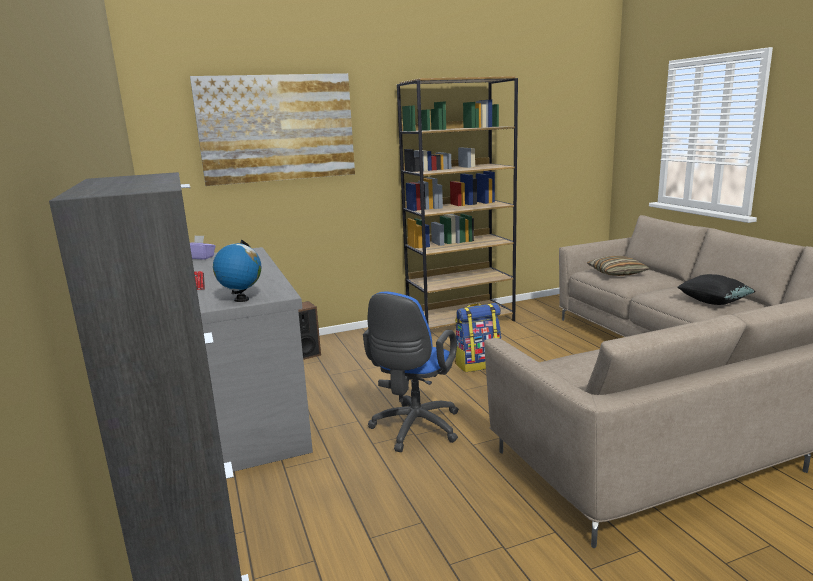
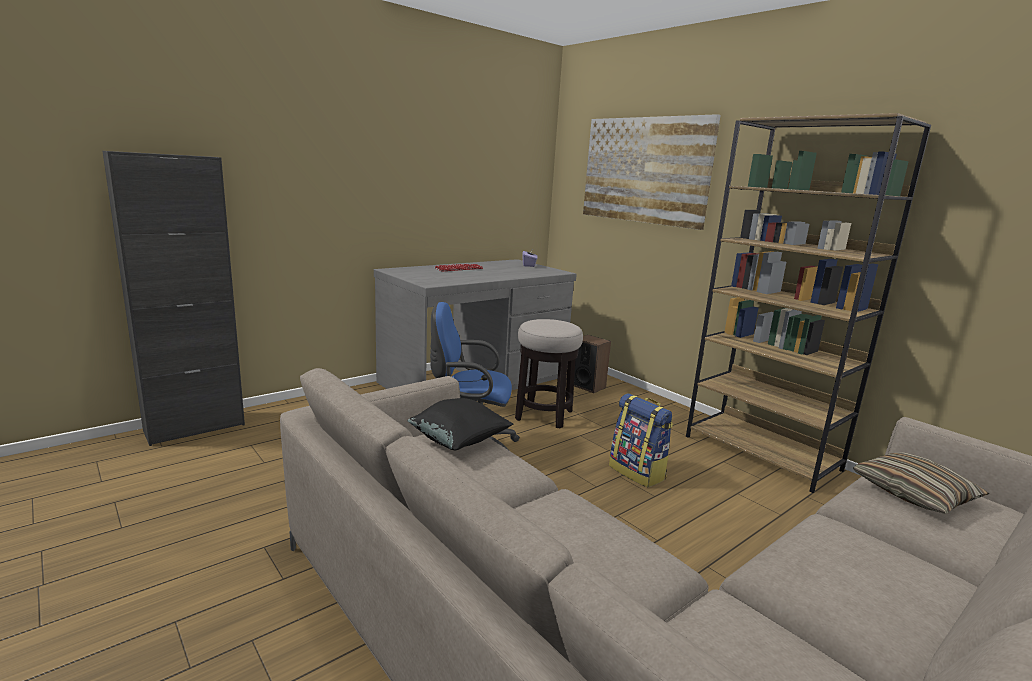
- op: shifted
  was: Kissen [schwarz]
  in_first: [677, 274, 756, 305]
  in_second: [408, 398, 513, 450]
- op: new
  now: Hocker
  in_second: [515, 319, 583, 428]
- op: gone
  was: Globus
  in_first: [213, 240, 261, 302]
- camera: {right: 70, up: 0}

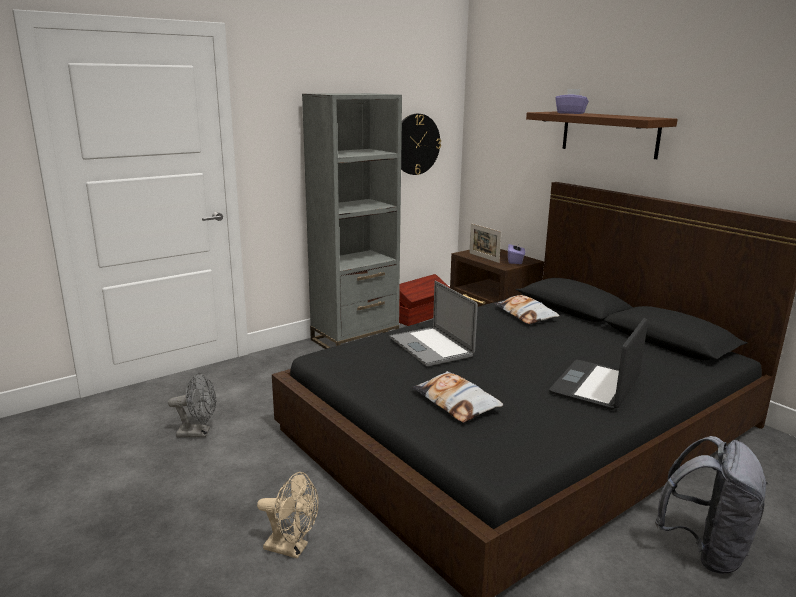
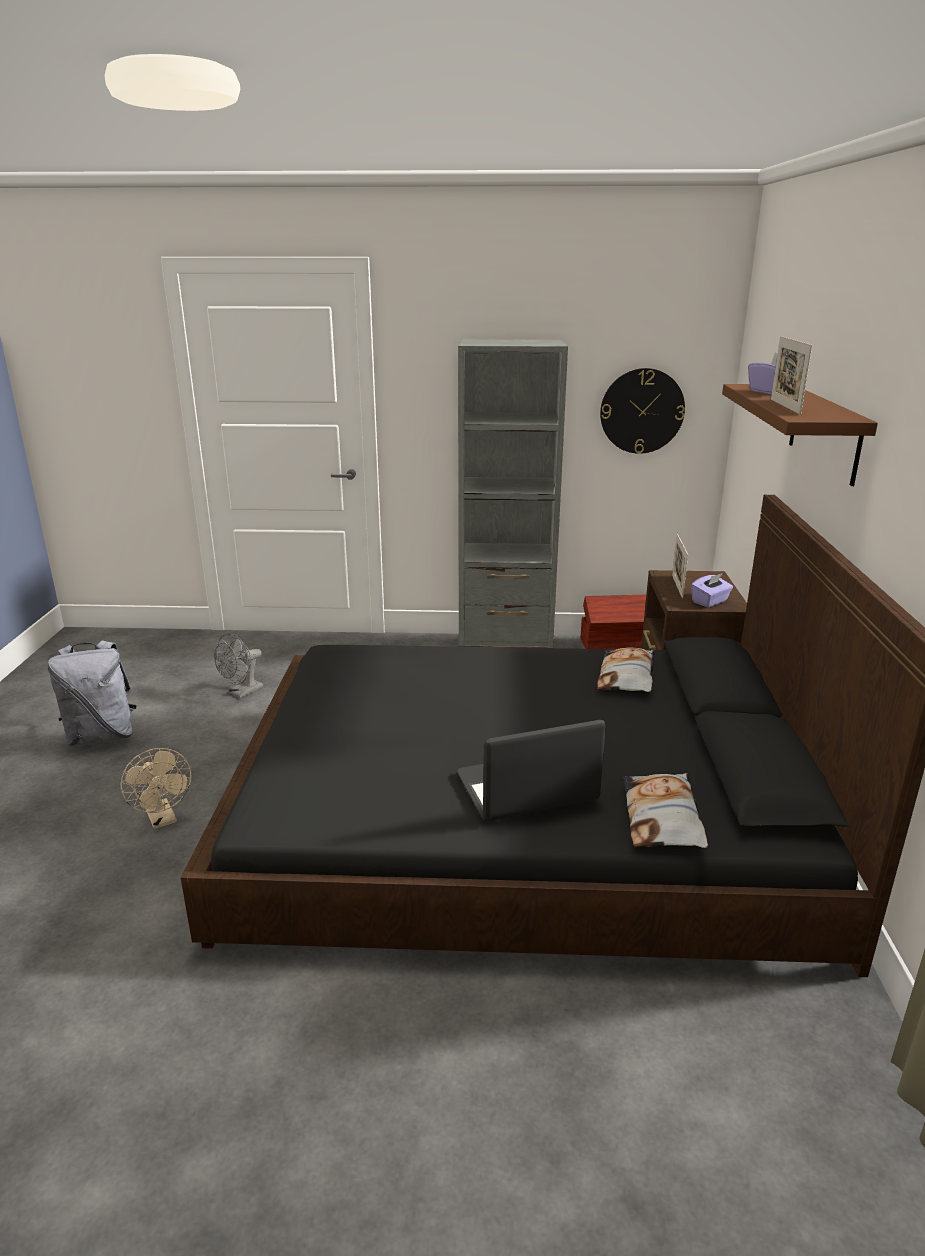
- op: shifted
  was: Rucksack [grau]
  in_first: [655, 436, 768, 574]
  in_second: [48, 640, 137, 746]
- op: rotated
  was: Ventilator [grau]
  in_first: [168, 373, 216, 437]
  in_second: [214, 633, 263, 698]
  clockwise: 90
- op: shifted
  was: Kissen
  in_first: [412, 371, 504, 423]
  in_second: [624, 773, 708, 848]
- op: new
  now: Bilderrahmen
  in_second: [771, 336, 812, 414]
- op: gone
  was: Laptop
  in_first: [389, 280, 478, 366]
- camera: {right: 40, up: 5}

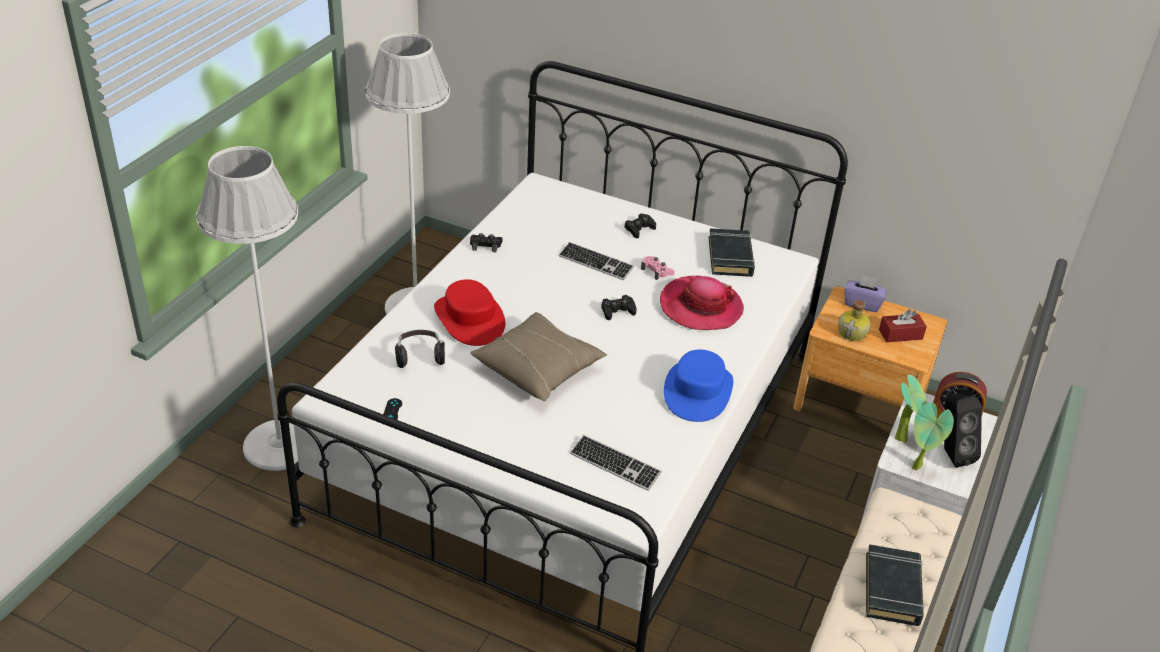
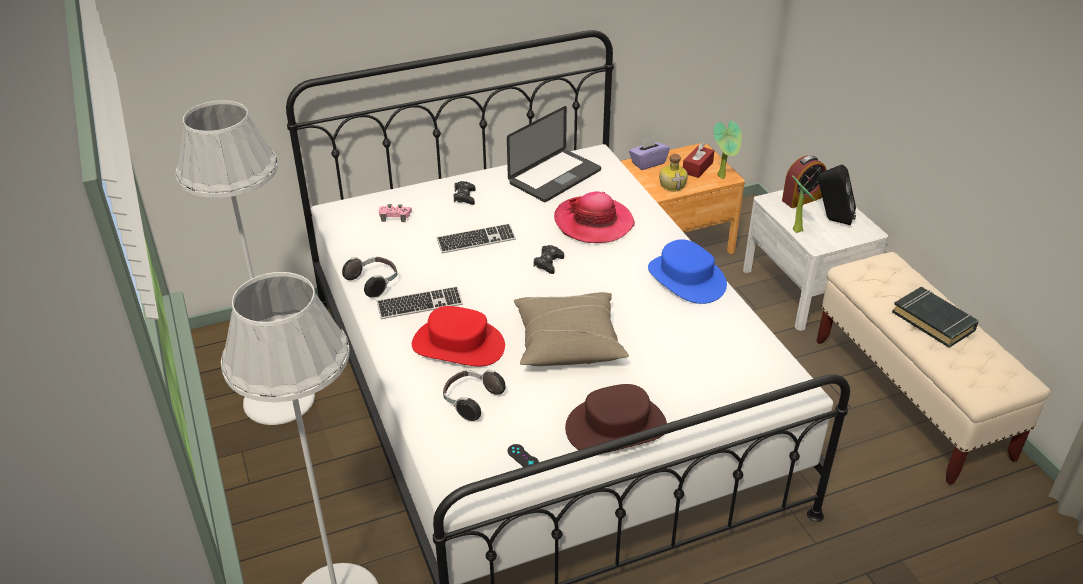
- op: swapped
  was: Gamepad [schwarz]
  now: Kopfhörer
  in_first: [470, 233, 502, 252]
  in_second: [342, 257, 397, 298]
- op: shifted
  was: Tastatur
  in_first: [570, 435, 662, 491]
  in_second: [377, 286, 463, 319]
- op: shifted
  was: Gamepad [rosa]
  in_first: [641, 256, 675, 280]
  in_second: [379, 204, 412, 222]
- op: swapped
  was: Buch [schwarz]
  now: Laptop
  in_first: [709, 228, 755, 277]
  in_second: [507, 106, 601, 202]
- op: new
  now: Hut [braun]
  in_second: [565, 384, 667, 453]
- op: shifted
  was: Topfpflanze
  in_first: [912, 403, 954, 470]
  in_second: [713, 121, 742, 179]
- camera: {right: -45, up: 0}

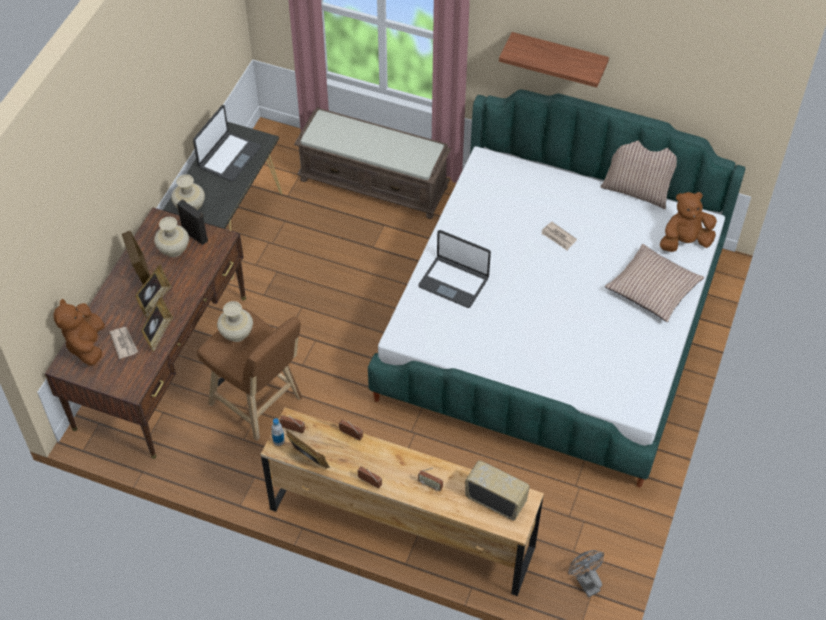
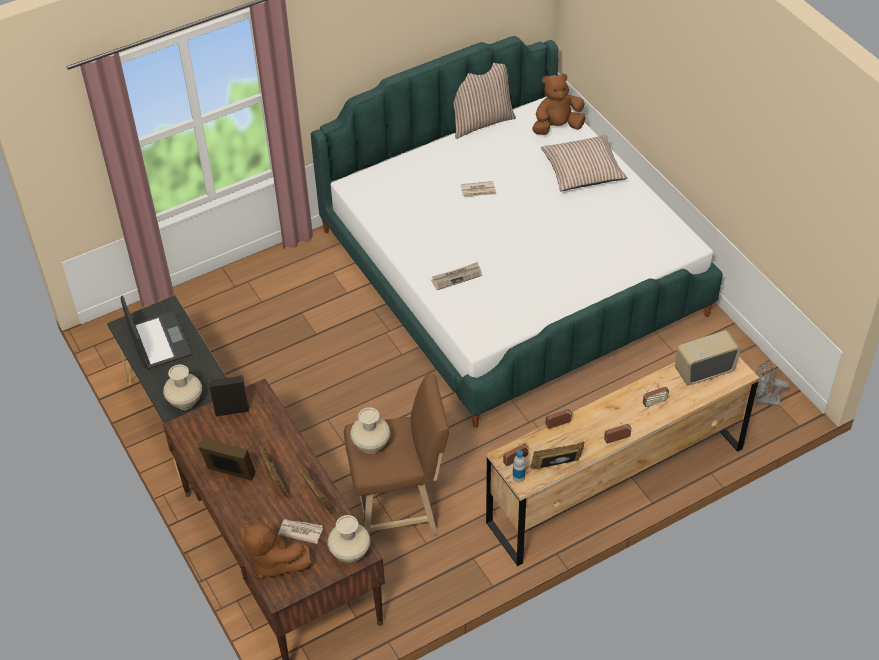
- op: shifted
  was: Vase [beige]
  in_first: [154, 217, 189, 257]
  in_second: [328, 515, 370, 563]
- op: swapped
  was: Laptop
  now: Zeitung
  in_first: [418, 230, 491, 308]
  in_second: [431, 262, 482, 290]
- op: rotated
  was: Plüschtier [braun]
  in_first: [660, 192, 717, 252]
  in_second: [532, 73, 586, 135]
  clockwise: 45
- op: gone
  was: Bank [braun]
  in_first: [294, 107, 451, 219]
- op: gone
  was: Wandregal
  in_first: [499, 32, 609, 88]
- camera: {right: -50, up: -5}

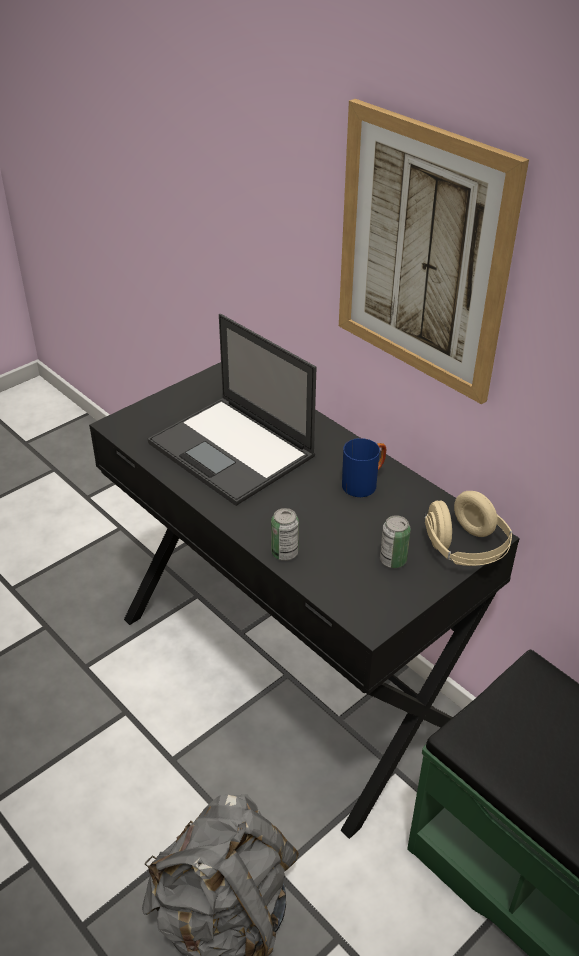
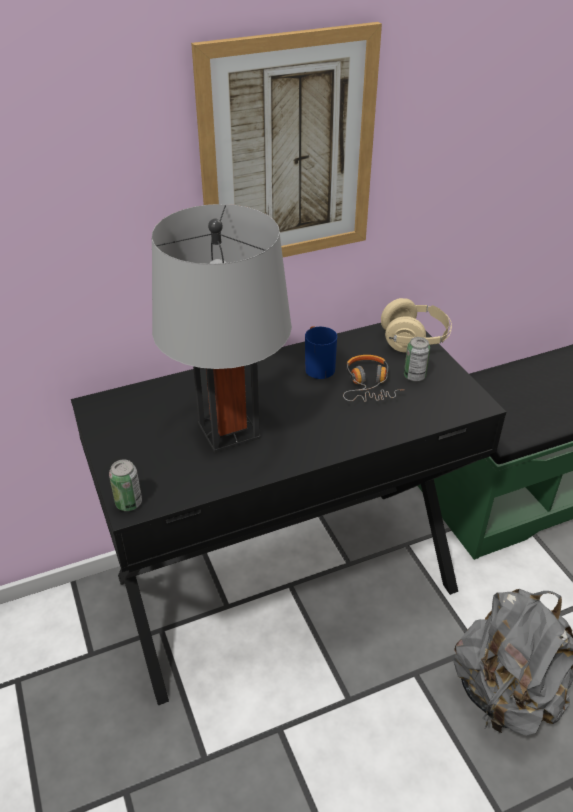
- op: shifted
  was: Dose
  in_first: [271, 508, 299, 561]
  in_second: [109, 459, 142, 511]
- op: swapped
  was: Laptop
  now: Tischlampe [grau]
  in_first: [148, 314, 316, 506]
  in_second: [152, 204, 292, 453]
- op: new
  now: Kopfhörer
  in_second: [343, 355, 403, 402]
- camera: {right: -70, up: 0}

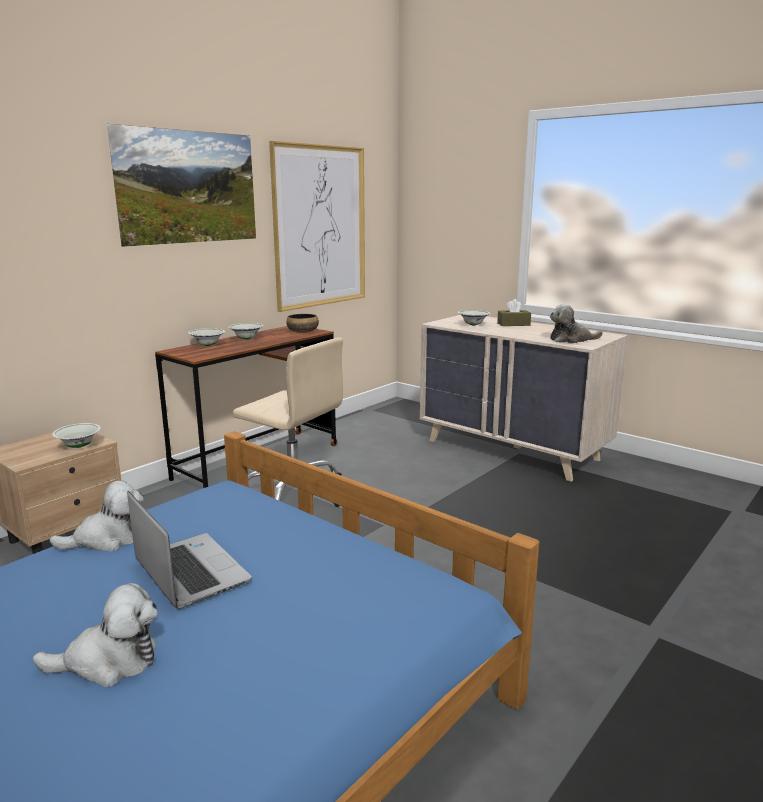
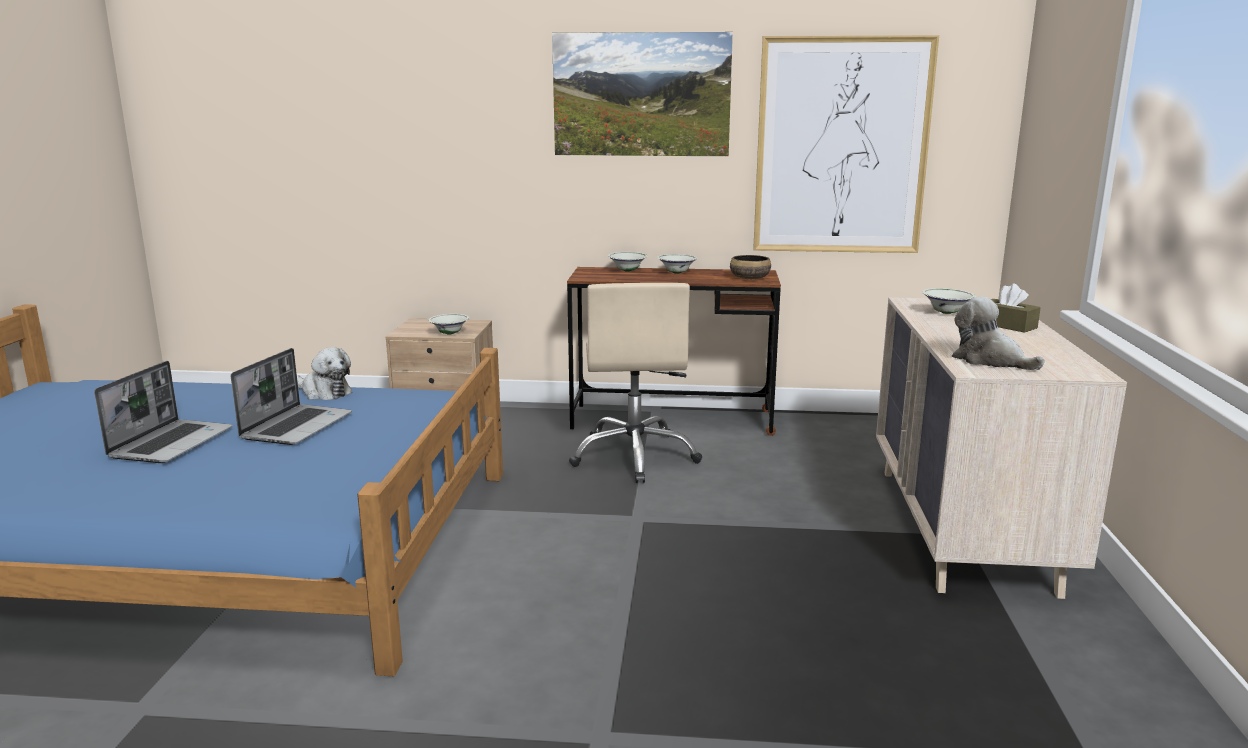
- op: swapped
  was: Plüschtier
  now: Laptop
  in_first: [33, 583, 158, 687]
  in_second: [94, 361, 233, 463]
- camera: {right: 55, up: 0}

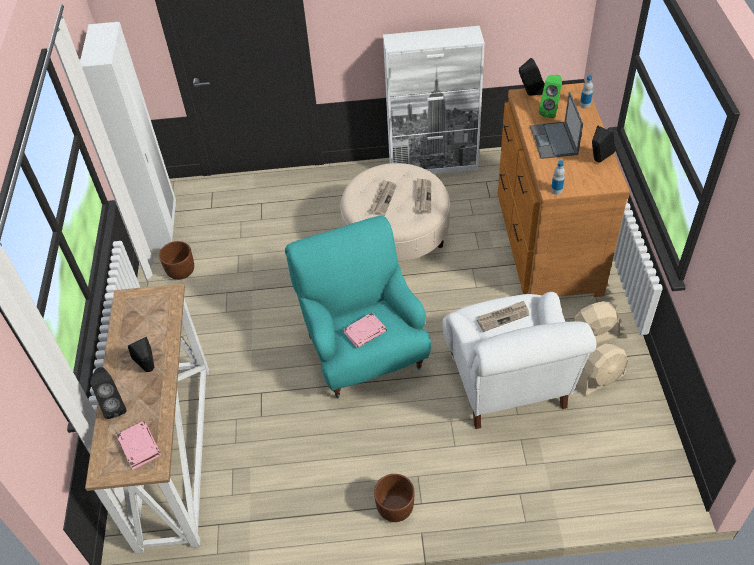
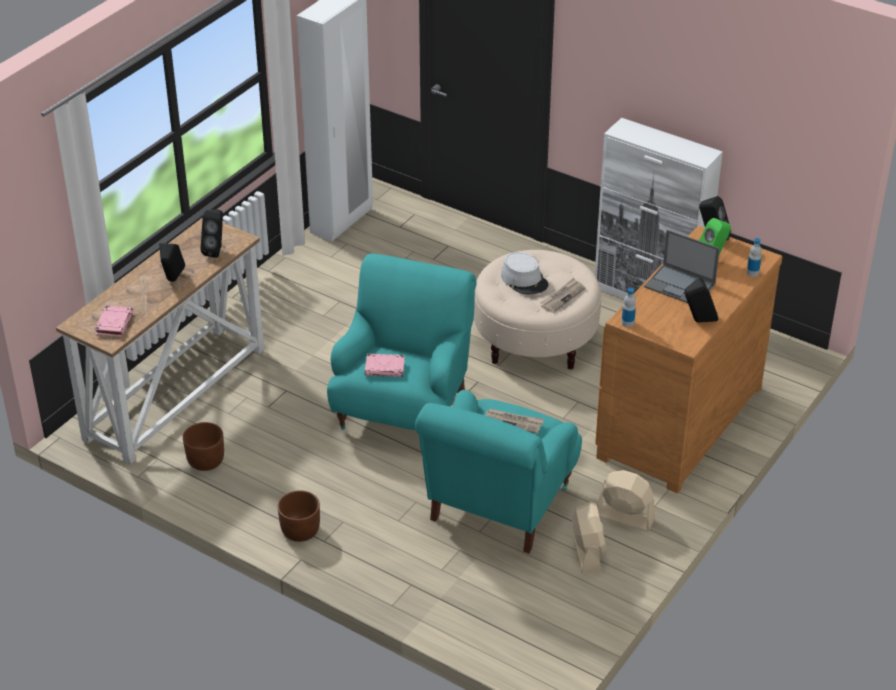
- op: shifted
  was: Pflanzkübel [braun]
  in_first: [159, 241, 194, 280]
  in_second: [183, 422, 224, 471]
- op: shifted
  was: Lautsprecher [schwarz]
  in_first: [91, 367, 126, 419]
  in_second: [200, 209, 223, 258]
- op: repainted
  was: Sessel [weiß]
  now: Sessel [türkis]
  in_first: [443, 292, 596, 429]
  in_second: [415, 390, 582, 553]
- op: swapped
  was: Zeitung
  now: Hut [grau]
  in_first: [370, 180, 397, 216]
  in_second: [501, 252, 548, 294]
- op: rotated
  was: Ventilator [beige]
  in_first: [577, 343, 628, 396]
  in_second: [572, 502, 607, 574]
  clockwise: -105
- op: rotated
  was: Laptop
  in_first: [530, 92, 583, 159]
  in_second: [644, 230, 720, 303]
  clockwise: -90
- camera: {right: 35, up: -10}

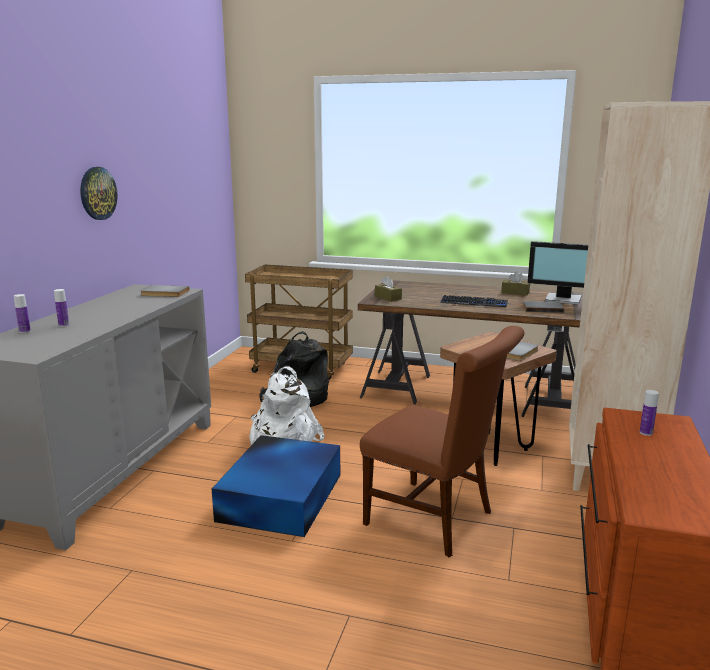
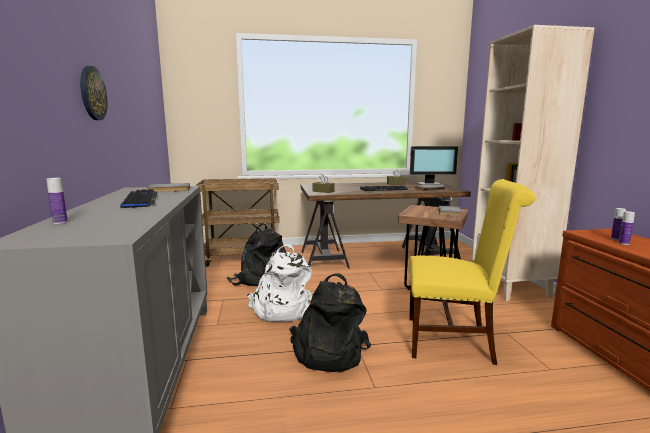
- op: new
  now: Tastatur
  in_second: [120, 189, 158, 208]
- op: swapped
  was: Aufbewahrungsbox [blau]
  now: Rucksack [schwarz]
  in_first: [212, 435, 340, 537]
  in_second: [289, 273, 371, 372]
- op: repainted
  was: Stuhl [braun]
  now: Stuhl [gelb]
  in_first: [360, 326, 525, 557]
  in_second: [409, 179, 536, 365]
- op: shifted
  was: Flasche
  in_first: [54, 289, 69, 327]
  in_second: [619, 211, 635, 245]
- camera: {right: -25, up: -5}

